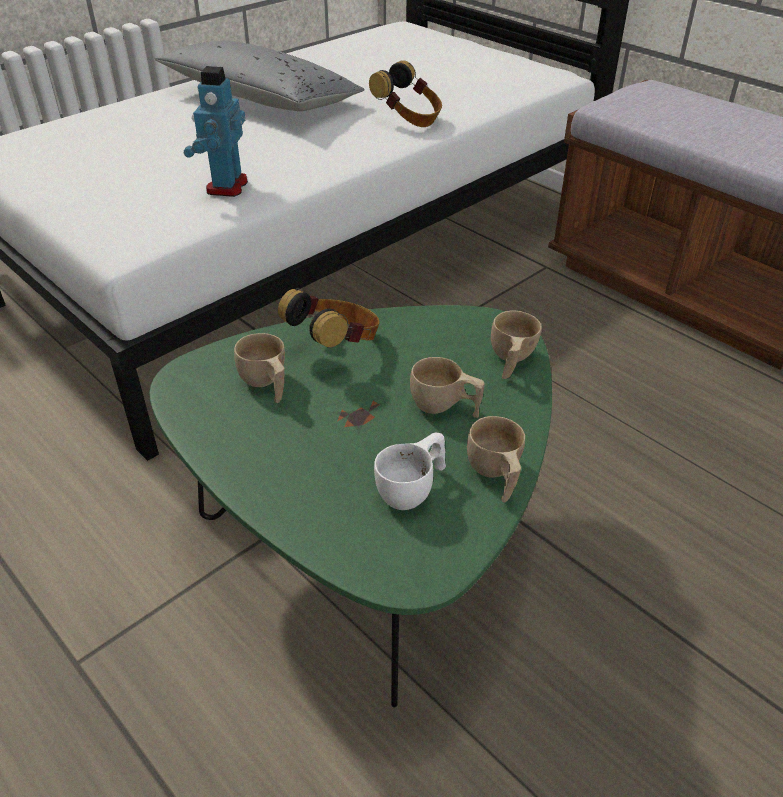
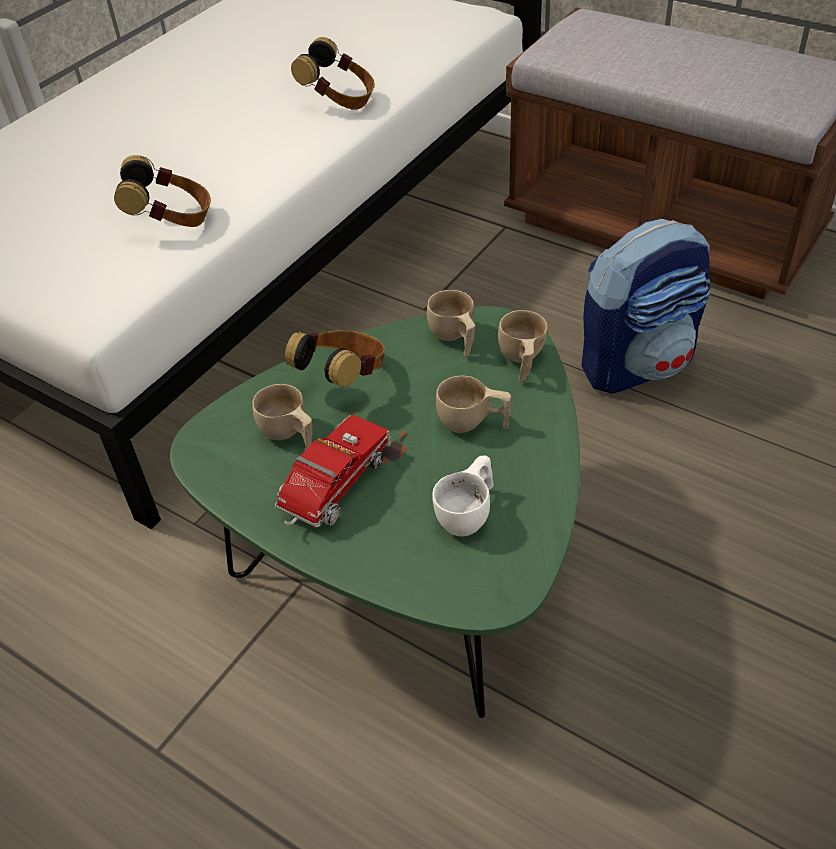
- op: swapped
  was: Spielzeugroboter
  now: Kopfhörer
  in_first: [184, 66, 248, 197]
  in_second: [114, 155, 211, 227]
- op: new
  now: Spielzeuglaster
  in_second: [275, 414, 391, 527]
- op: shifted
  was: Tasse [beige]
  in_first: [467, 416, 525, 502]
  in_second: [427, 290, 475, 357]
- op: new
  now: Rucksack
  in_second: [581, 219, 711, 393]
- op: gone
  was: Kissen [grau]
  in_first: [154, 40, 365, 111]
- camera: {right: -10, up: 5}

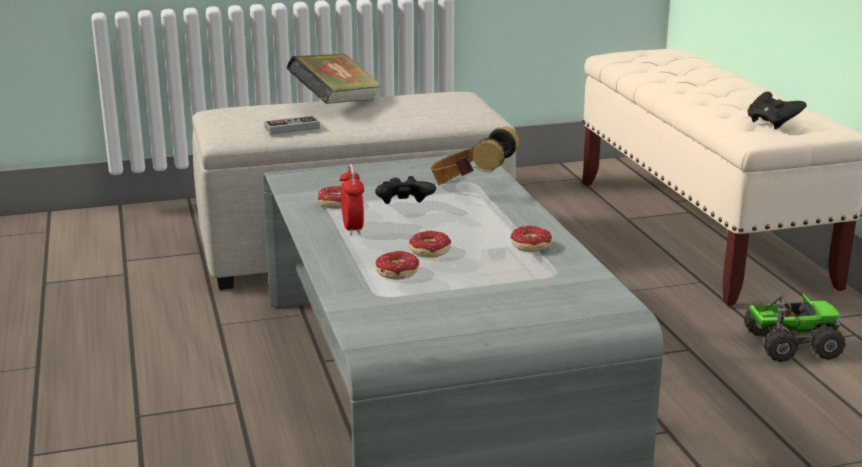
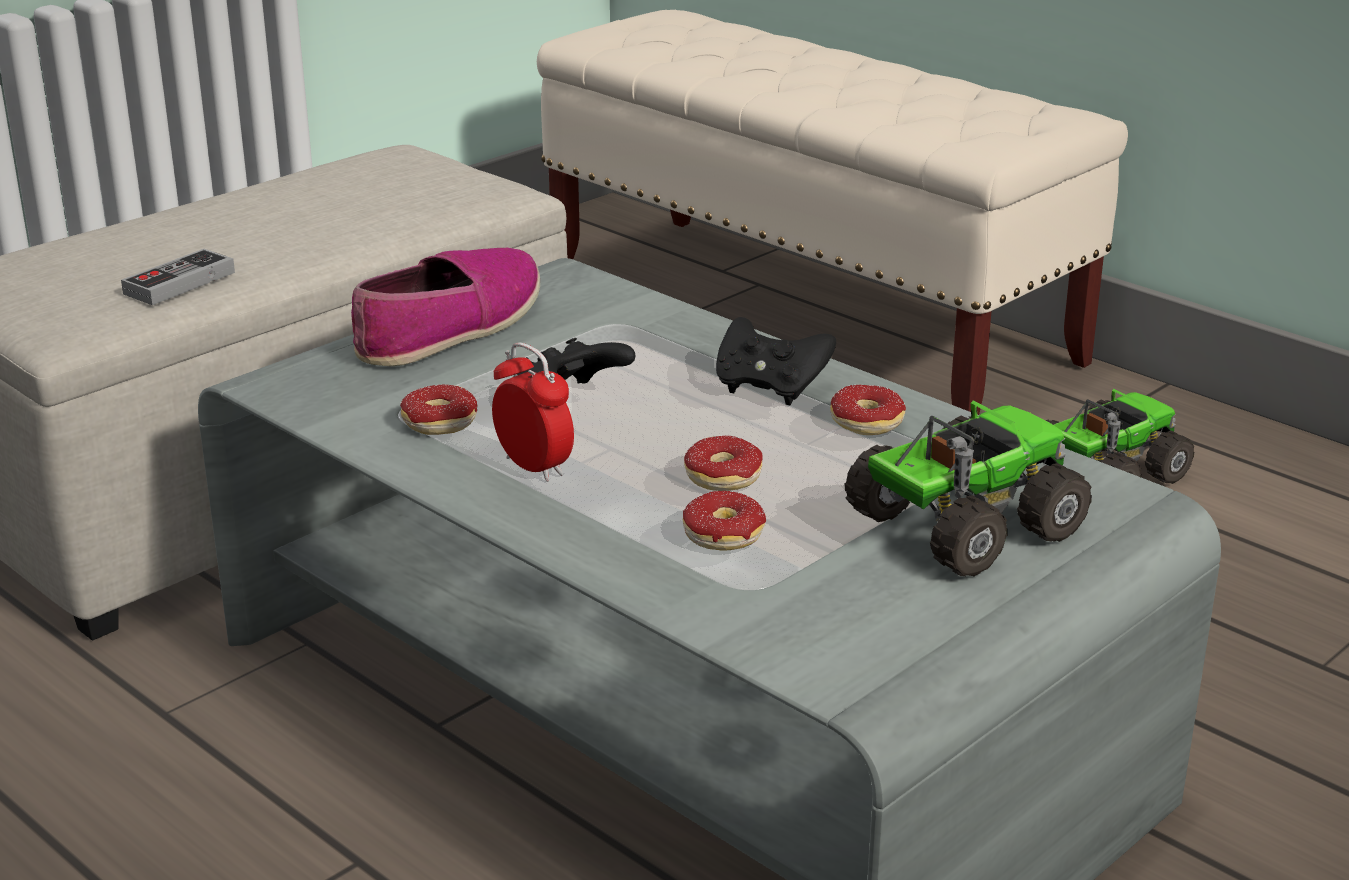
- op: new
  now: Schuh
  in_second: [351, 248, 540, 366]
- op: shifted
  was: Gamepad [schwarz]
  in_first: [747, 92, 807, 129]
  in_second: [716, 317, 836, 405]
- op: new
  now: Spielzeuglaster
  in_second: [845, 400, 1092, 577]
- op: gone
  was: Buch
  in_first: [286, 54, 382, 104]
- op: gone
  was: Kopfhörer
  in_first: [431, 127, 520, 185]
- camera: {right: -30, up: 5}

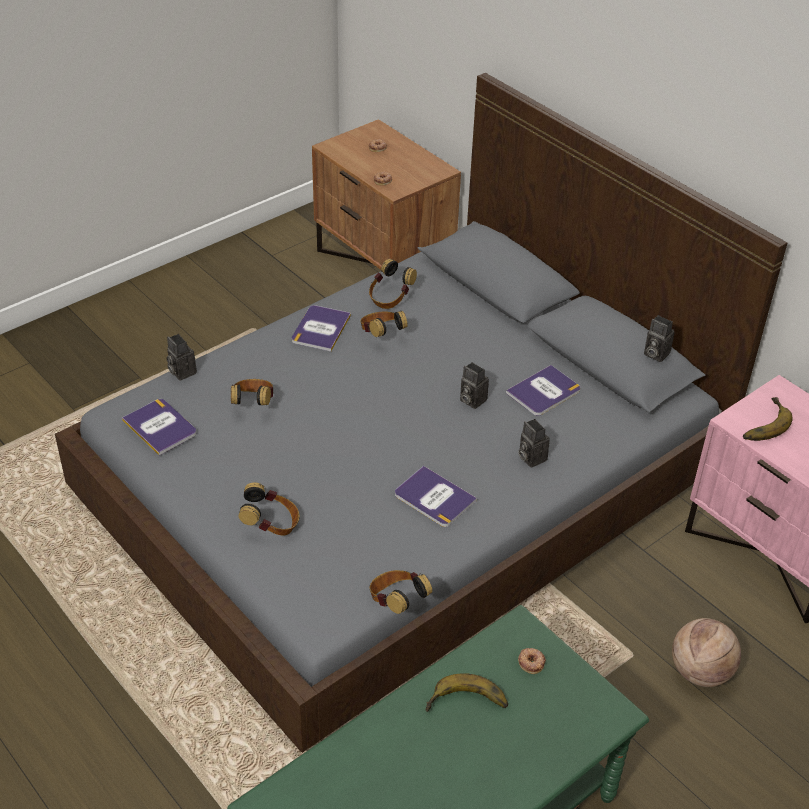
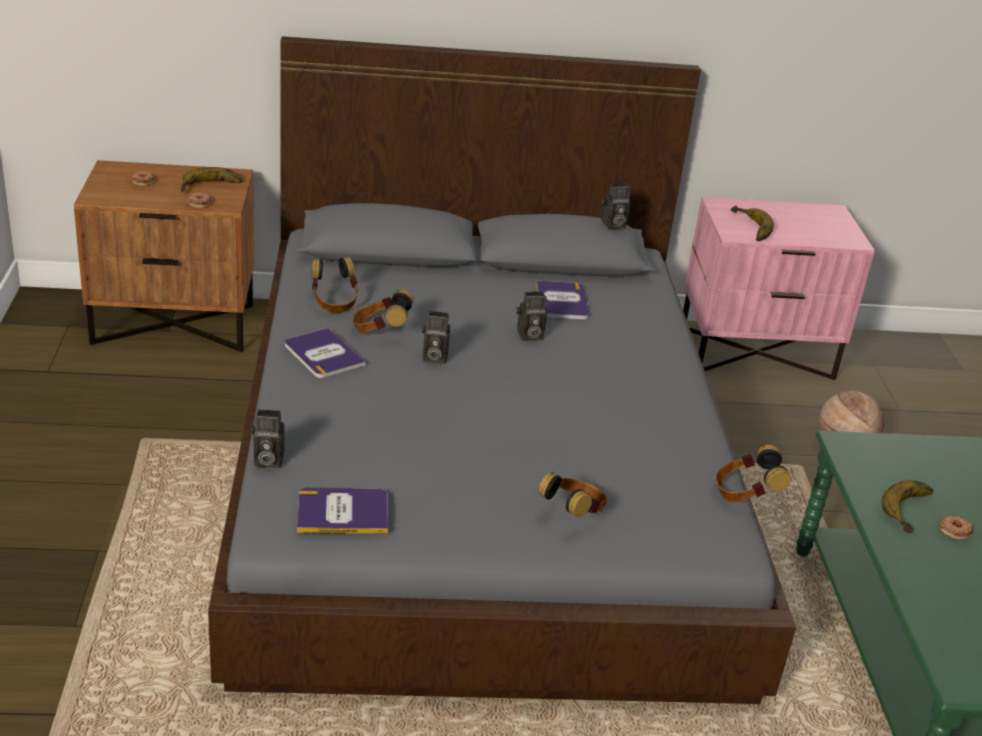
- op: new
  now: Banane
  in_second: [181, 167, 242, 192]
- op: shifted
  was: Kamera
  in_first: [518, 419, 550, 468]
  in_second: [422, 311, 450, 364]
- op: shifted
  was: Donut
  in_first: [518, 648, 546, 674]
  in_second: [939, 516, 973, 539]
- op: gone
  was: Kopfhörer
  in_first: [231, 379, 273, 405]
- op: gone
  was: Buch
  in_first: [395, 466, 477, 527]
- camera: {right: -55, up: -10}

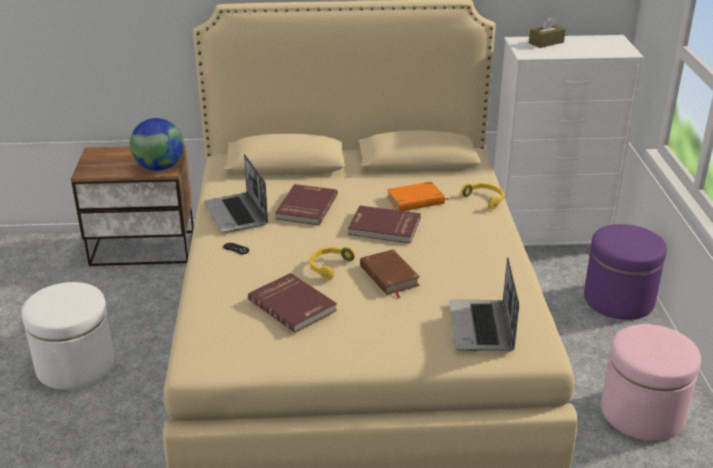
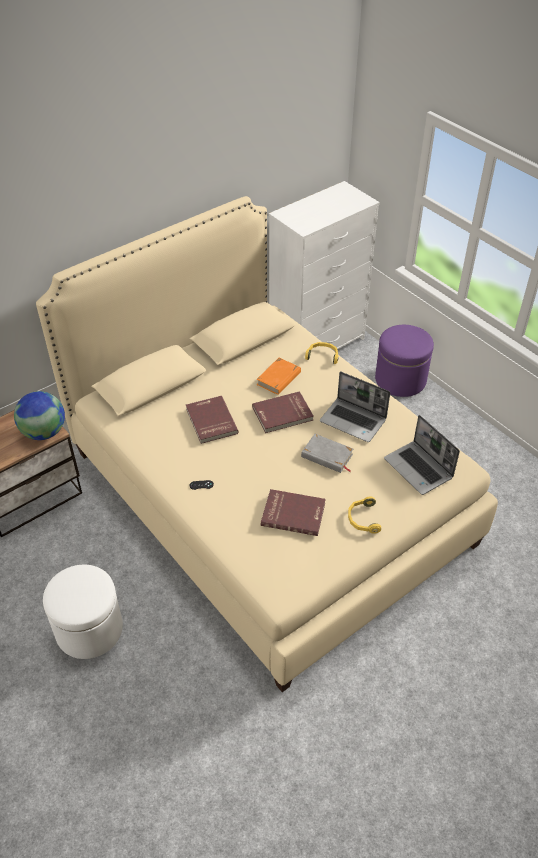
- op: repainted
  was: Buch [braun]
  now: Buch [grau]
  in_first: [360, 250, 420, 298]
  in_second: [301, 434, 353, 473]
- op: shifted
  was: Laptop
  in_first: [204, 154, 268, 233]
  in_second: [320, 372, 390, 442]
- op: shifted
  was: Kopfhörer [gelb]
  in_first: [309, 247, 356, 281]
  in_second: [348, 496, 381, 534]
- op: gone
  was: Taschentuchbox [braun]
  in_first: [529, 16, 566, 48]
- op: gone
  was: Polsterhocker [rosa]
  in_first: [601, 324, 701, 441]
- camera: {right: -35, up: 15}

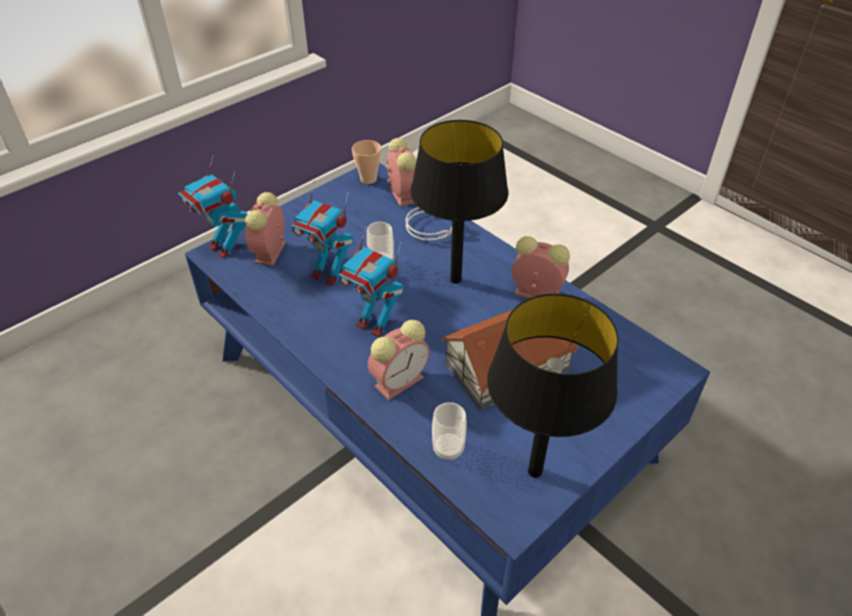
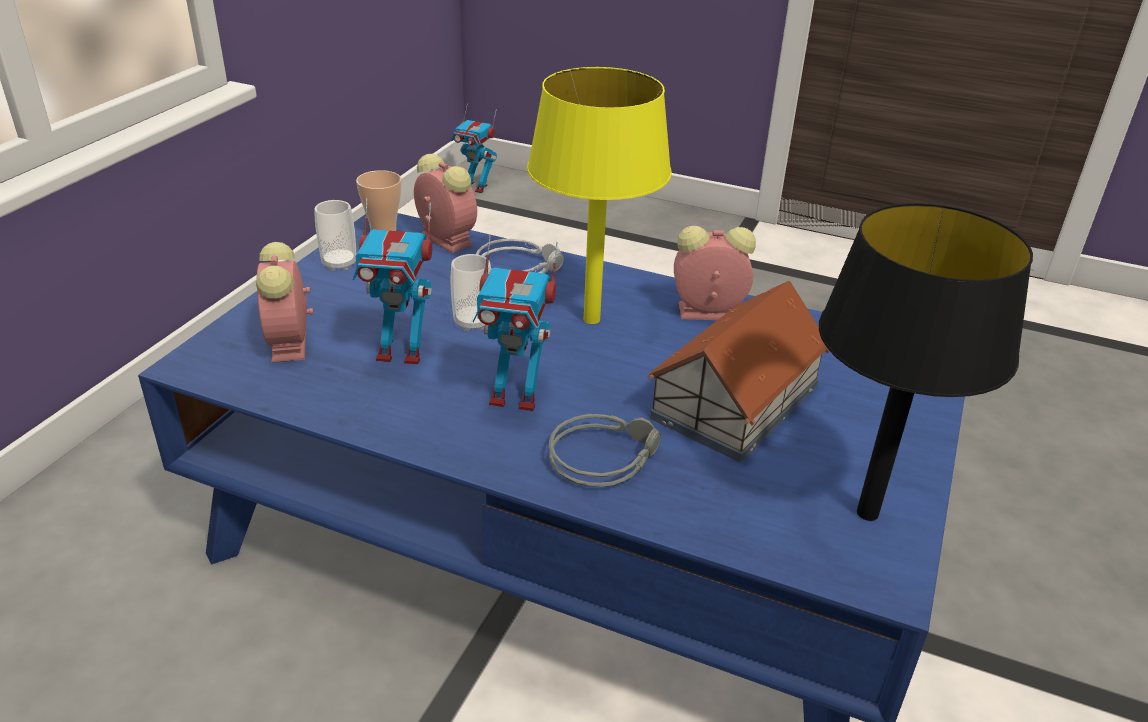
- op: shifted
  was: Tasse
  in_first: [432, 402, 467, 461]
  in_second: [314, 200, 356, 271]
- op: shifted
  was: Spielzeugroboter
  in_first: [178, 155, 248, 259]
  in_second: [451, 104, 497, 193]
- op: repainted
  was: Tischlampe [schwarz]
  now: Tischlampe [gelb]
  in_first: [410, 120, 508, 284]
  in_second: [527, 67, 672, 324]
- op: swapped
  was: Wecker
  now: Kopfhörer [grau]
  in_first: [368, 320, 430, 400]
  in_second: [549, 414, 661, 487]
- camera: {right: -25, up: -10}

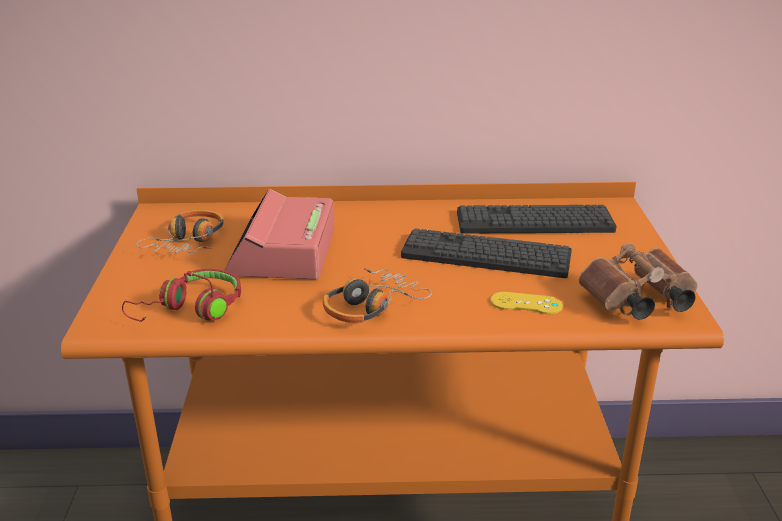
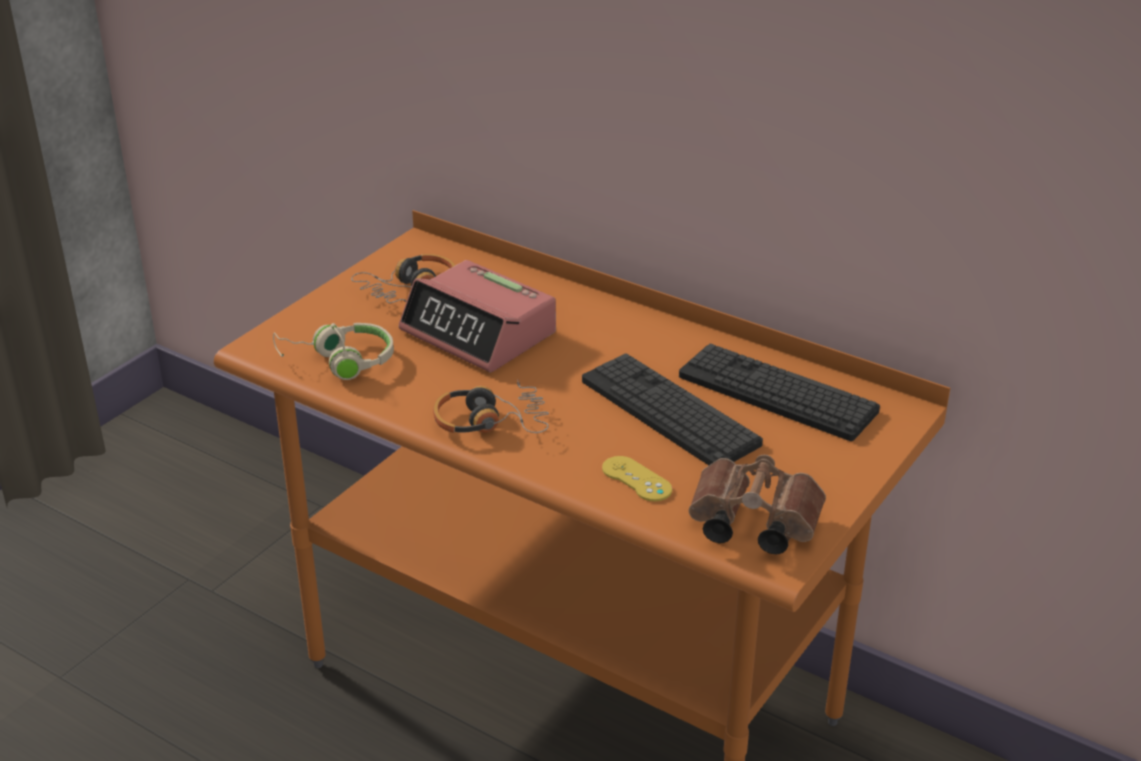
- op: repainted
  was: Kopfhörer [rot]
  now: Kopfhörer [beige]
  in_first: [122, 269, 241, 322]
  in_second: [273, 323, 394, 380]
- op: rotated
  was: Wecker
  in_first: [224, 189, 334, 279]
  in_second: [399, 260, 556, 372]
  clockwise: -90
- camera: {right: 35, up: 5}

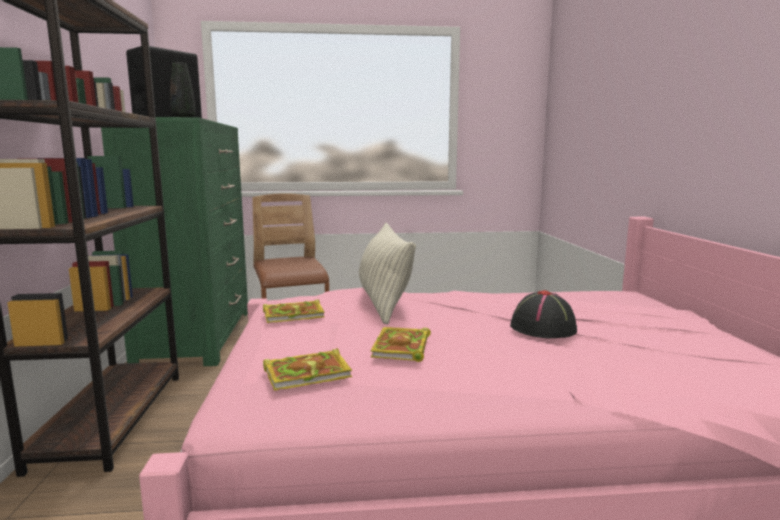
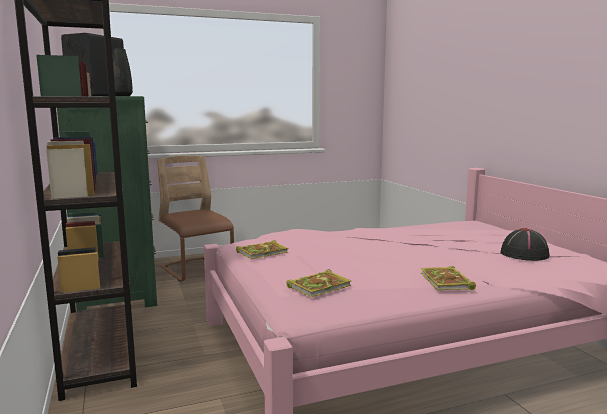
- op: shifted
  was: Buch
  in_first: [371, 327, 431, 362]
  in_second: [421, 266, 476, 290]
- op: shifted
  was: Hut [schwarz]
  in_first: [510, 290, 577, 338]
  in_second: [500, 228, 550, 261]
- op: gone
  was: Kissen
  in_first: [359, 223, 416, 324]
- camera: {right: -15, up: 0}

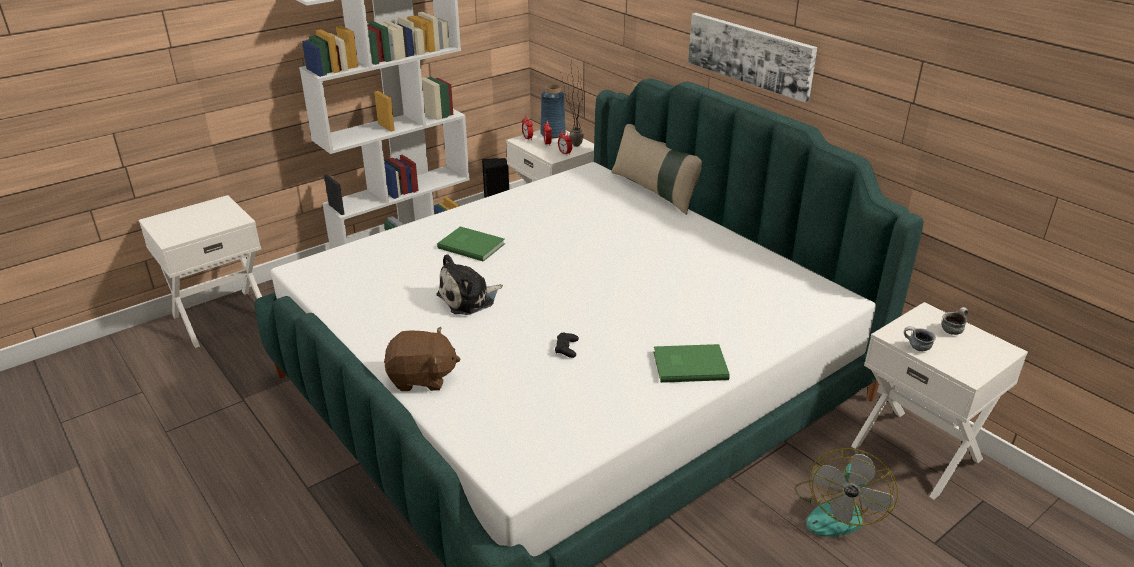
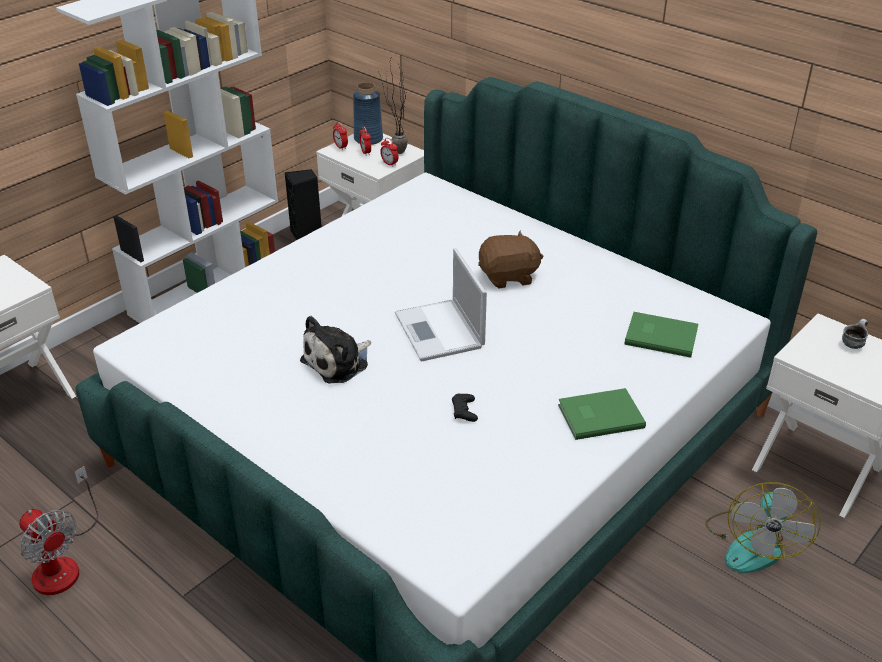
- op: new
  now: Ventilator
  in_second: [19, 466, 98, 595]
- op: new
  now: Laptop
  in_second: [395, 248, 487, 362]
- op: shifted
  was: Plüschtier [braun]
  in_first: [384, 327, 460, 391]
  in_second: [478, 231, 544, 288]
- op: shifted
  was: Buch [grün]
  in_first: [437, 226, 505, 262]
  in_second: [624, 312, 698, 358]
- op: gone
  was: Kissen [beige]
  in_first: [611, 124, 702, 215]
- op: gone
  was: Bild
  in_first: [688, 13, 817, 103]
- op: gone
  was: Henkelbecher
  in_first: [904, 326, 936, 351]
- camera: {right: -10, up: 5}

